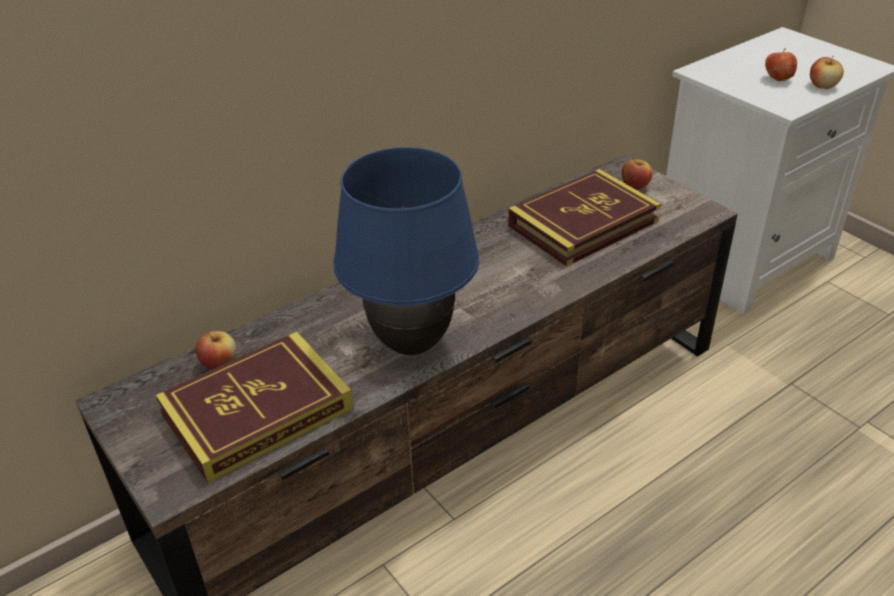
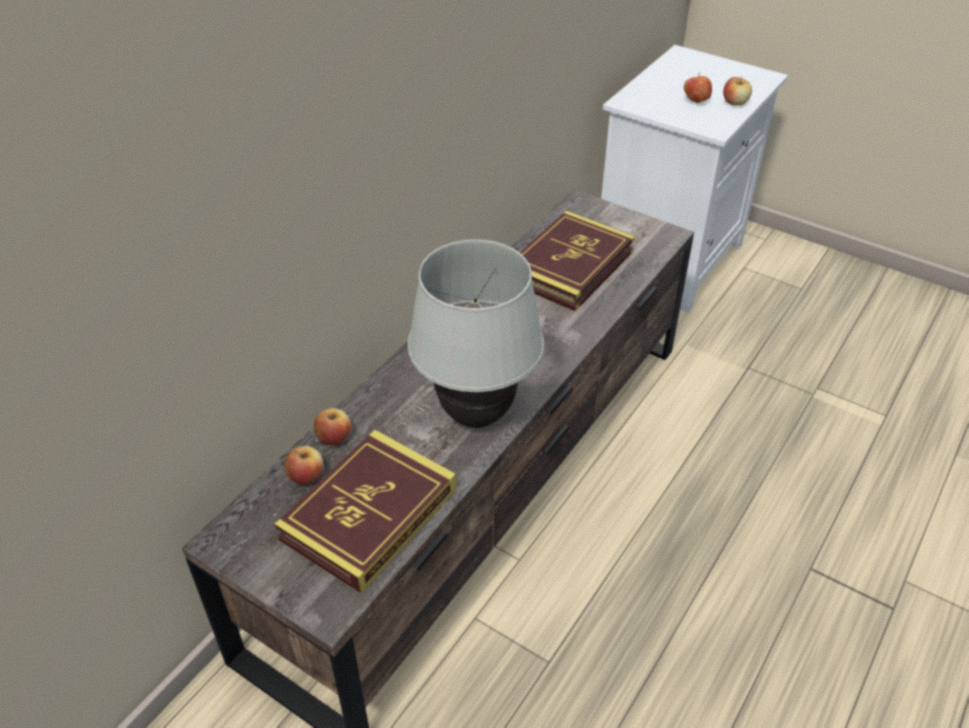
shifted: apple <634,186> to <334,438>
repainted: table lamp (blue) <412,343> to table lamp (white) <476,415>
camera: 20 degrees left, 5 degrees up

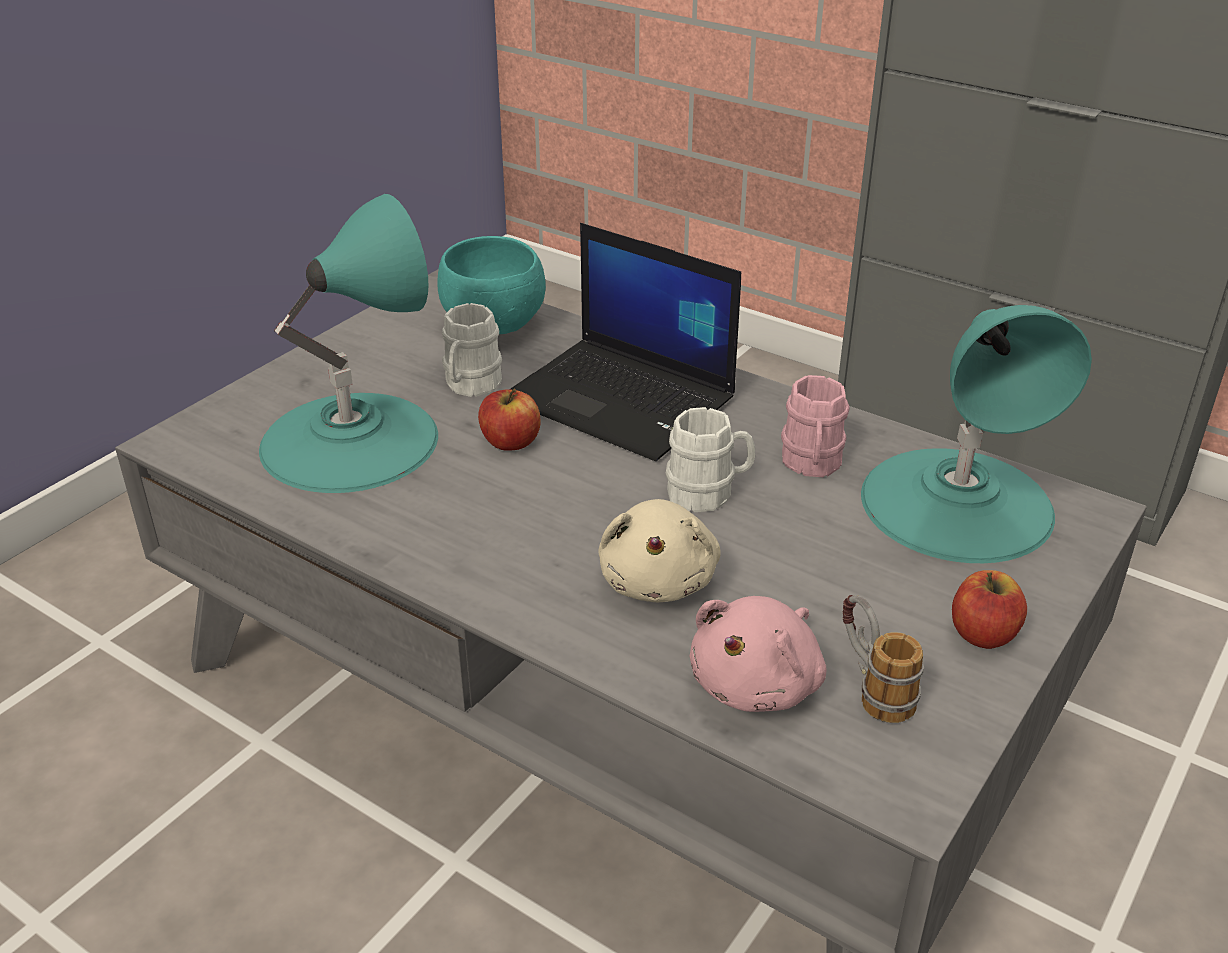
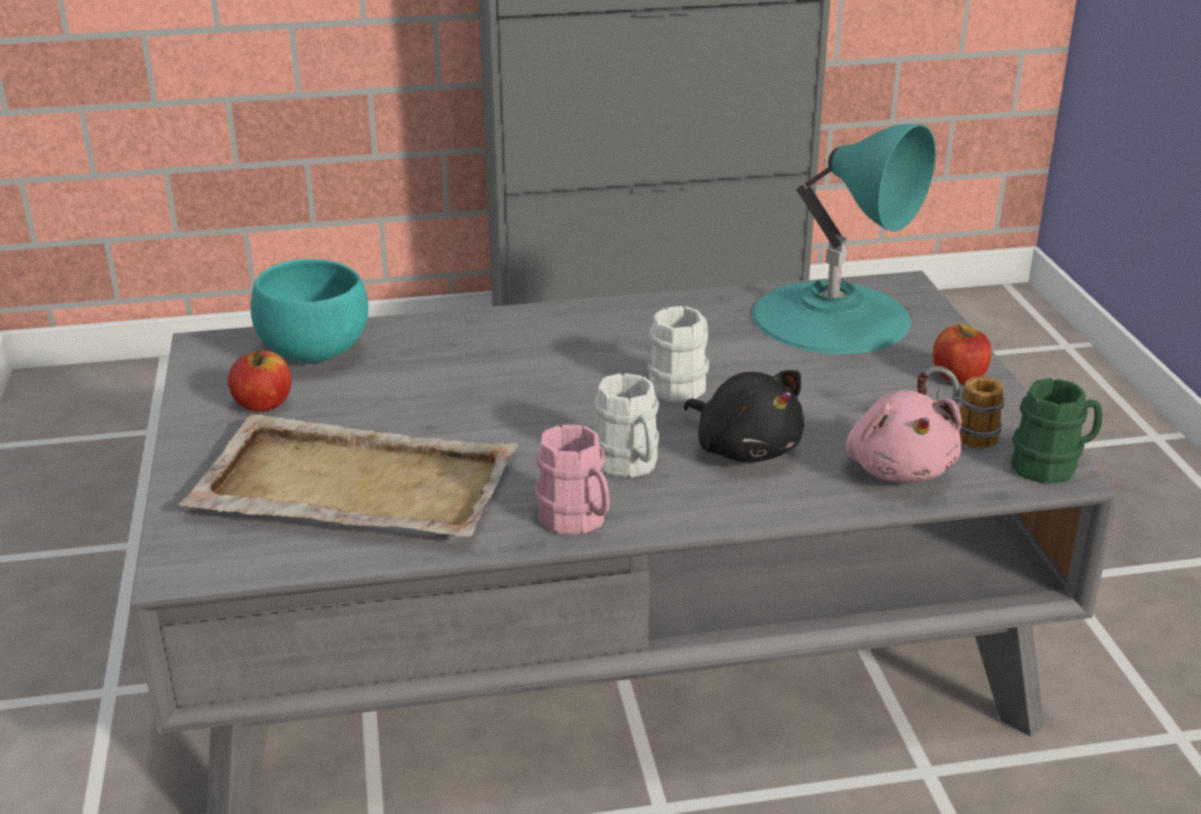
gone: laptop <623,399>
new: mug (green) <1053,465>
shifted: mug (white) <470,386> to <630,465>; apple <510,442> to <263,404>; mug (pink) <811,465> to <577,520>
swapped: table lamp (turquoise) <349,440> to tray (beige) <352,485>
repainted: plush toy (beige) <658,580> to plush toy (black) <745,448>
camera: 45 degrees left, 5 degrees down

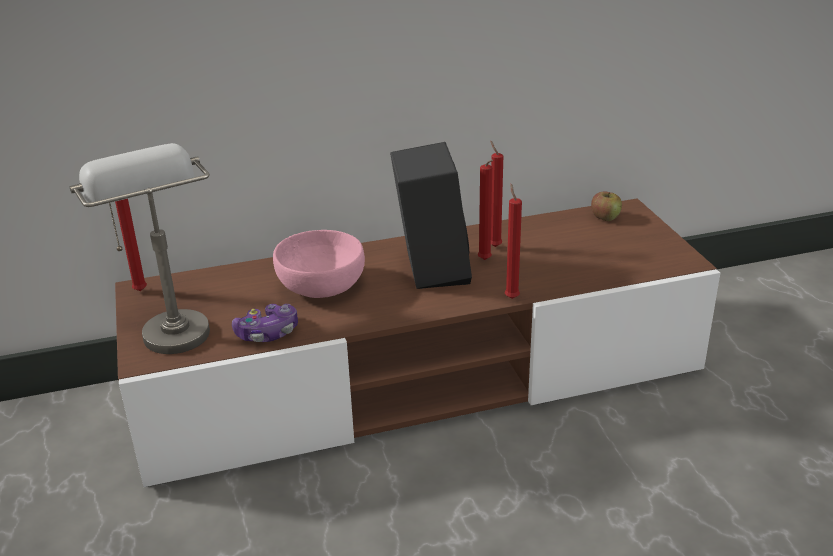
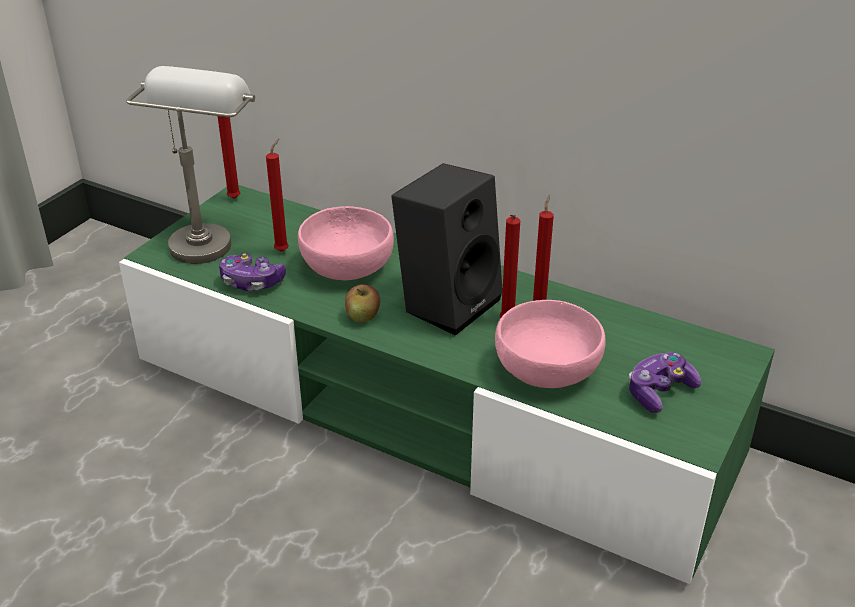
new: bowl (pink) <548,369>; game controller <659,391>
shifted: candle (red) <511,297> to <283,250>; apple <605,217> to <363,316>
repainted: tv stand (brown) <419,379> to tv stand (green) <427,408>
camera: 45 degrees right, 5 degrees up

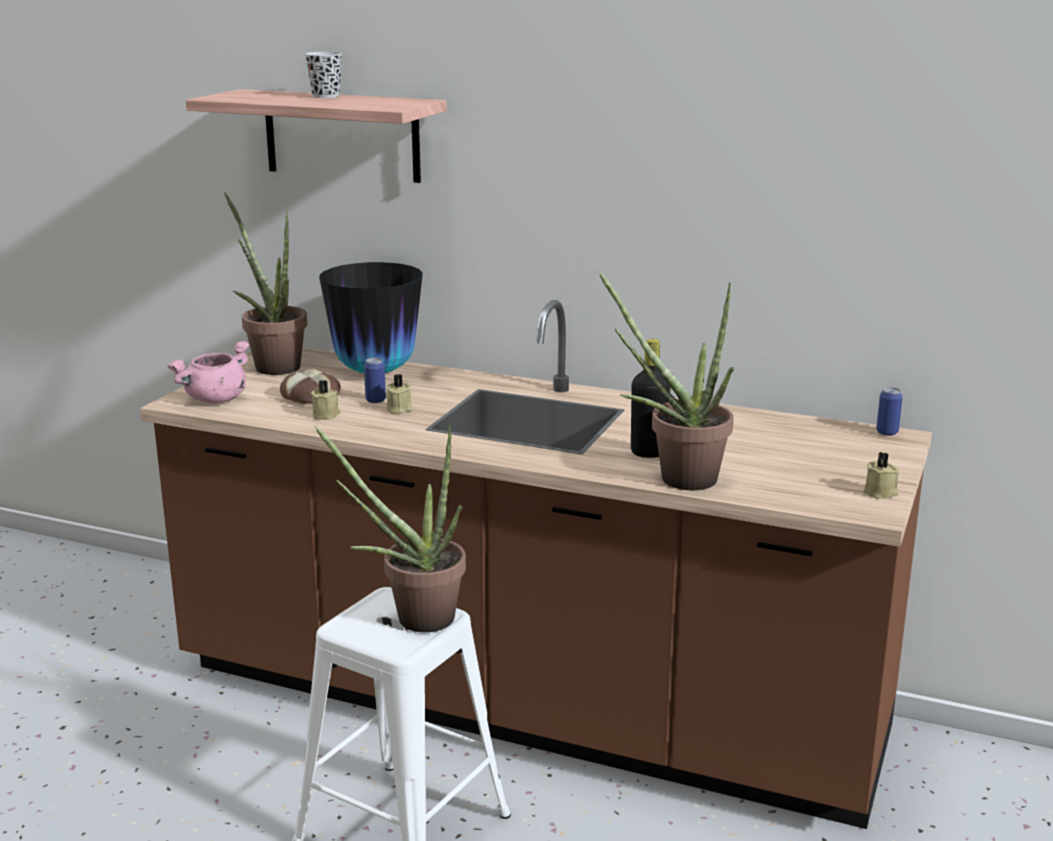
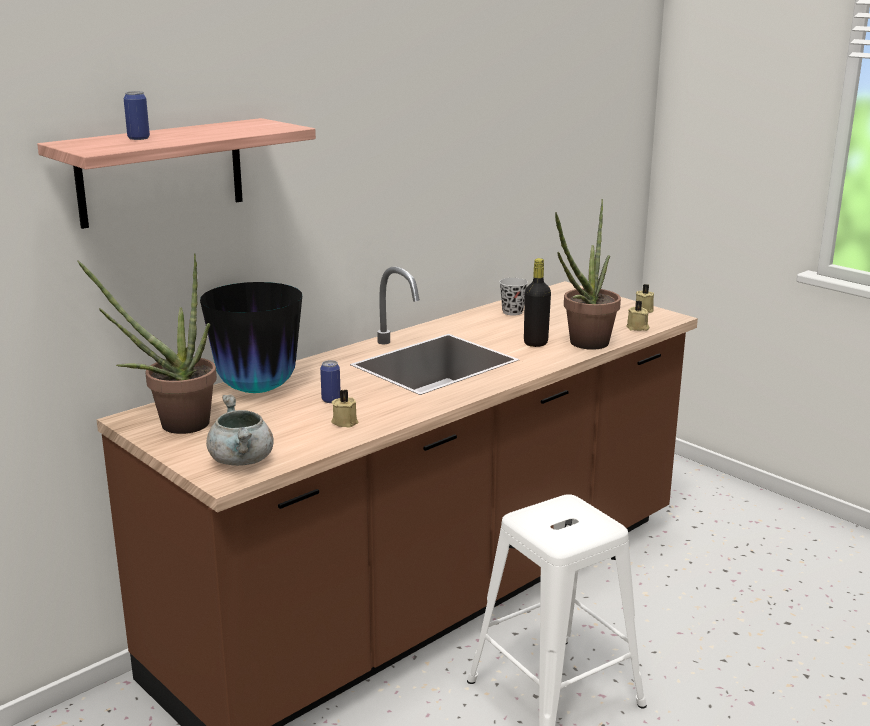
gone: bread <311,396>; potted plant <413,618>
shifted: cup (black) <325,96> to <512,312>; candle (beige) <398,409> to <637,328>; can <887,432> to <138,138>
repainted: cooking pot (pink) <215,400> to cooking pot (grey) <242,461>
camera: 65 degrees left, 0 degrees up

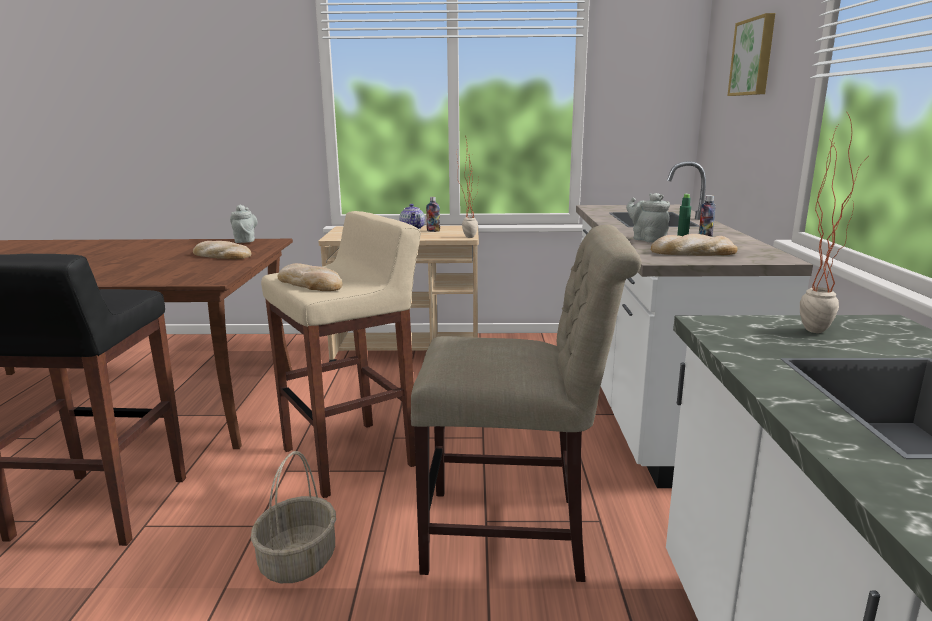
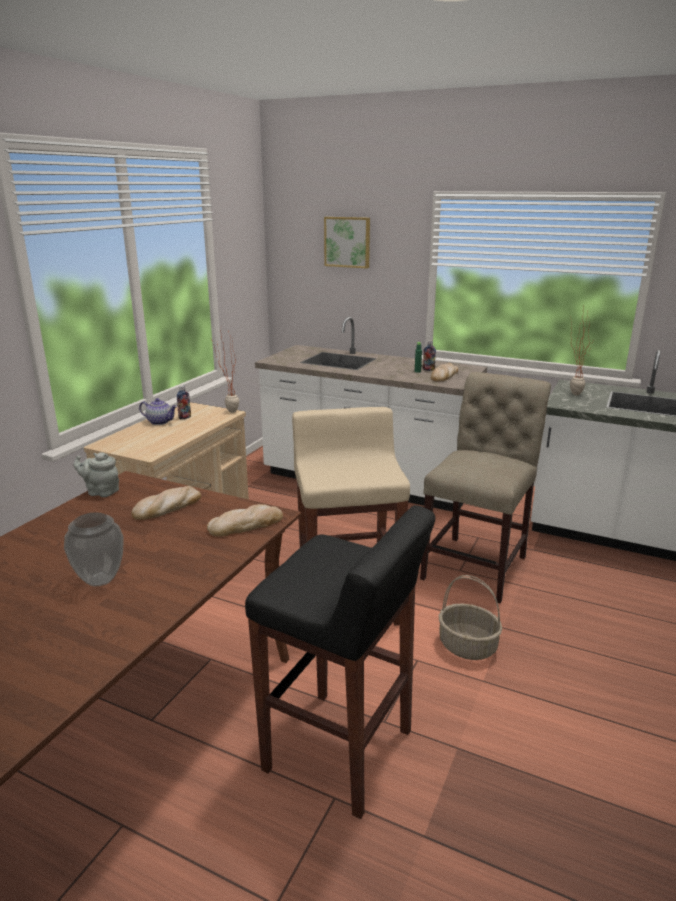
gone: teapot (grey) <646,239>
new: vase <100,579>
shifted: bread <311,283> to <245,524>
camera: 65 degrees left, 5 degrees up

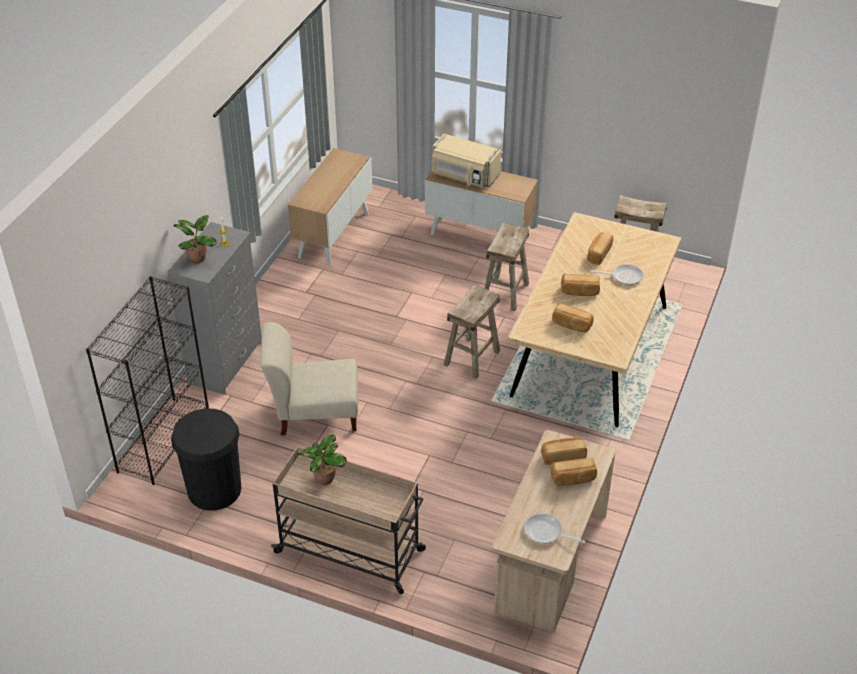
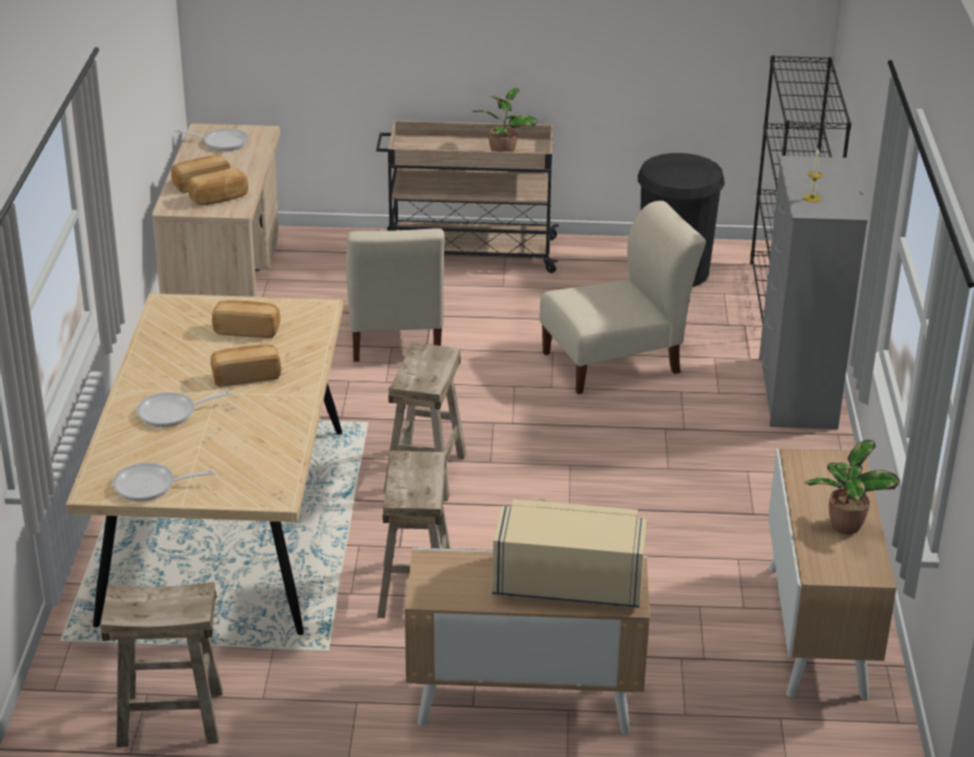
gone: bread <598,254>
new: frying pan <150,486>; chair (beige) <393,335>
shifted: potted plant <198,257> to <844,527>
camera: 160 degrees right, 10 degrees down

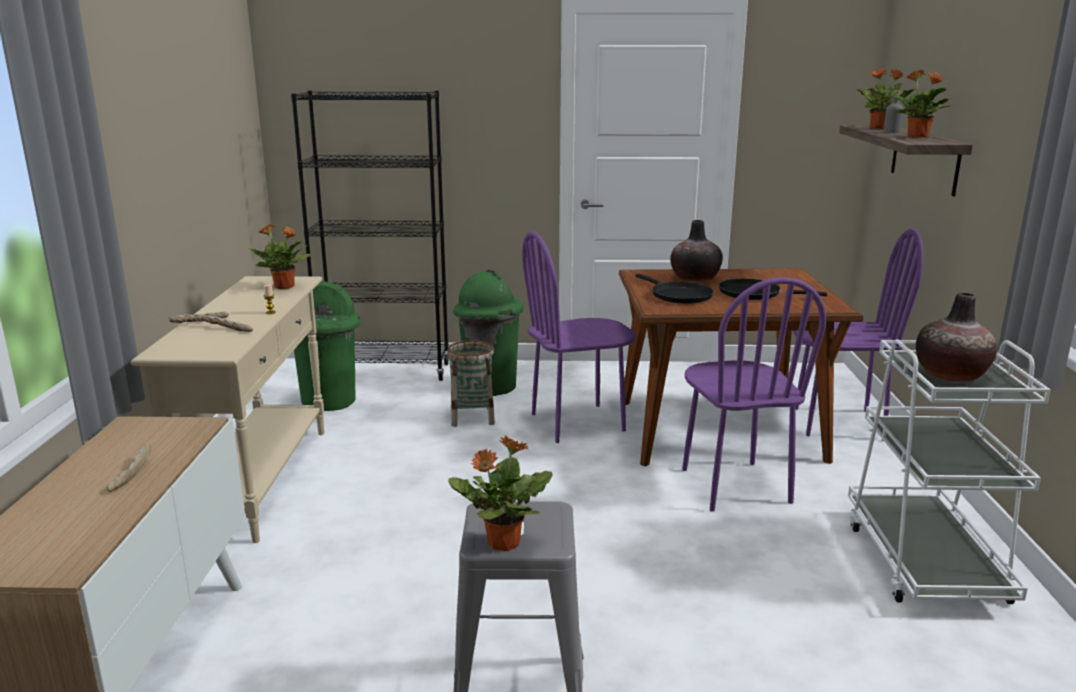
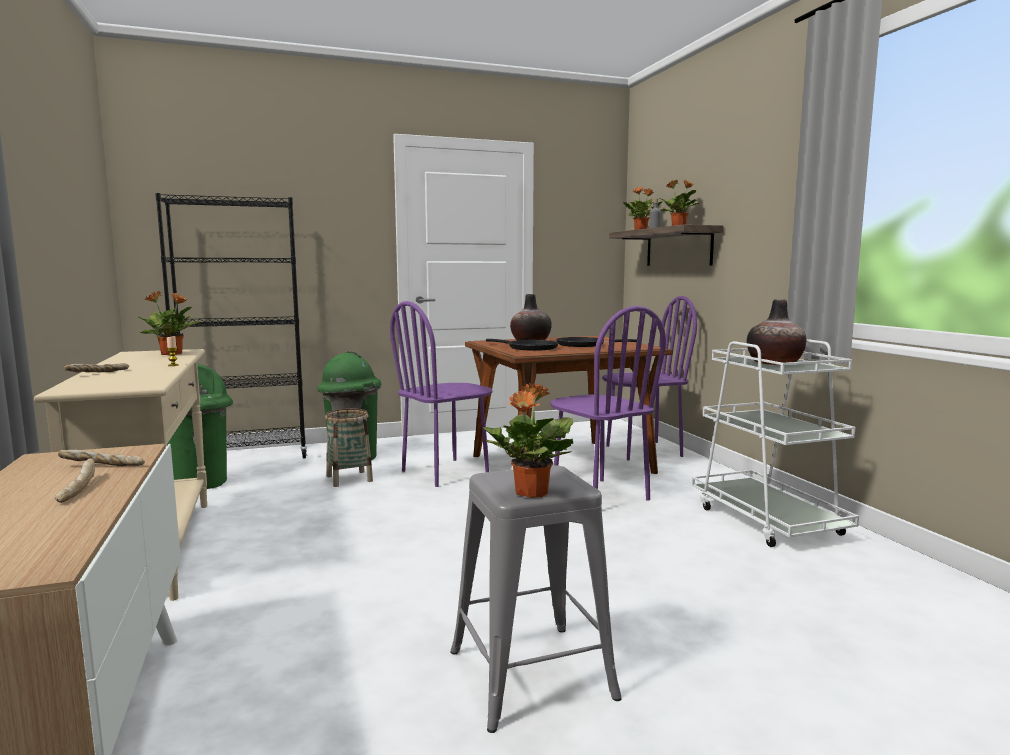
shifted: bread <227,329> to <102,466>
camera: 20 degrees left, 10 degrees down

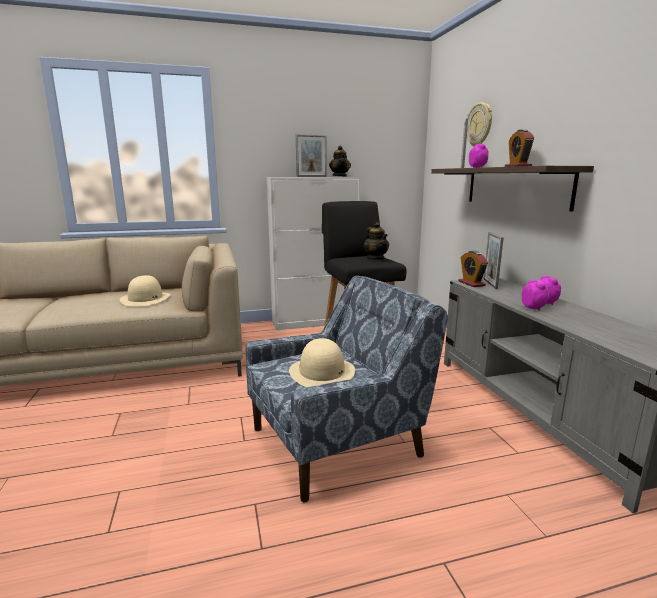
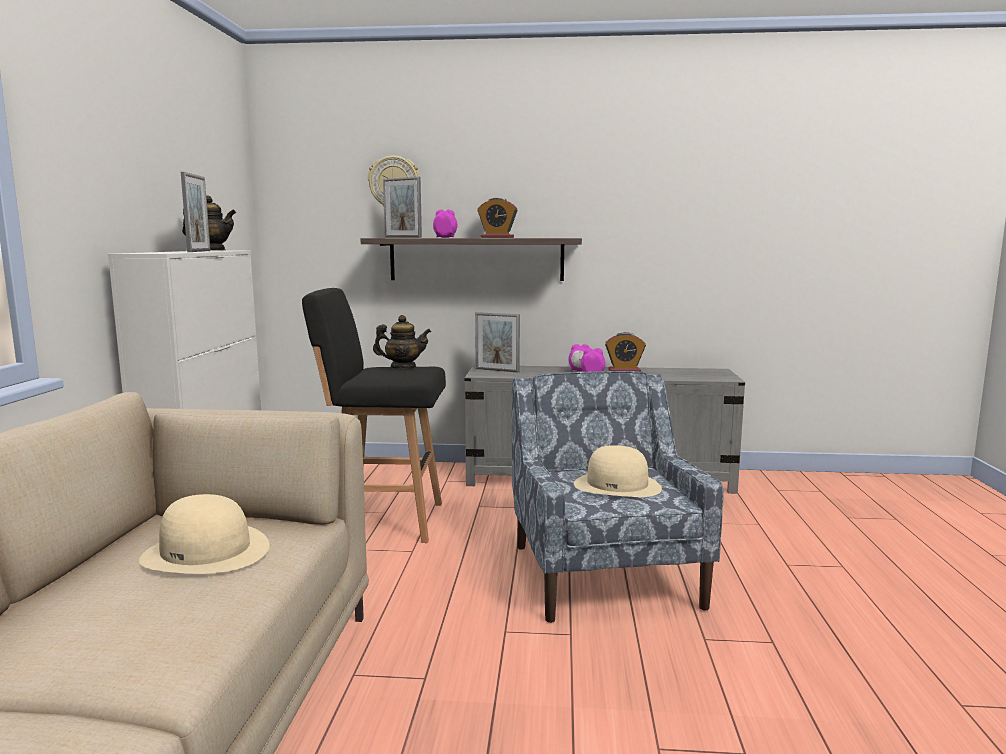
shifted: alarm clock <471,283> to <624,371>
camera: 70 degrees left, 5 degrees down

